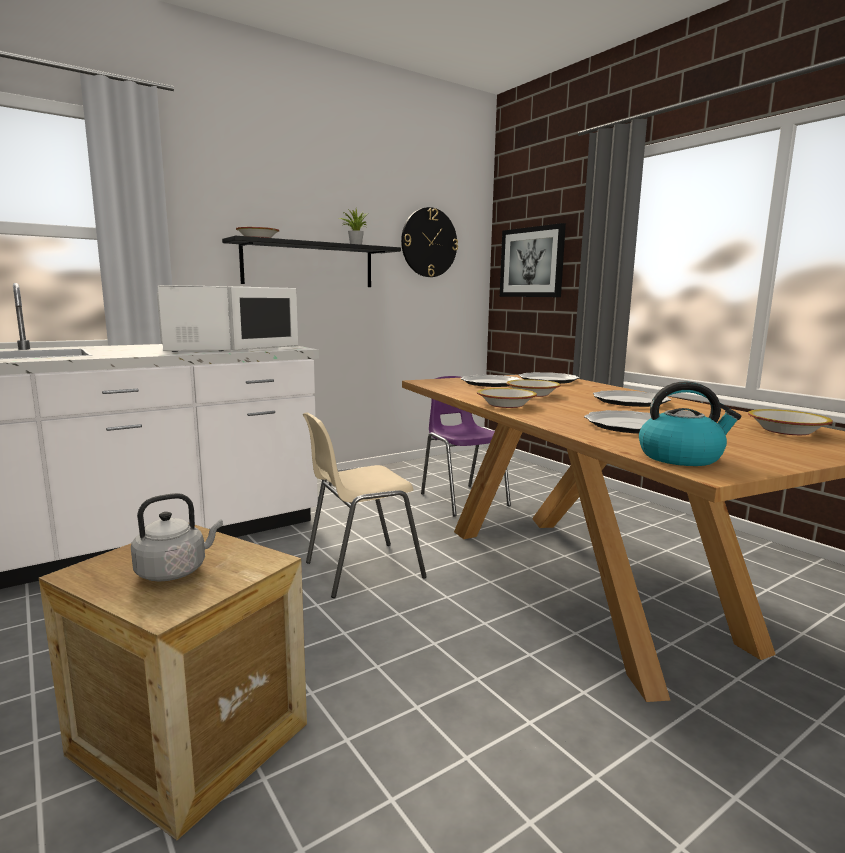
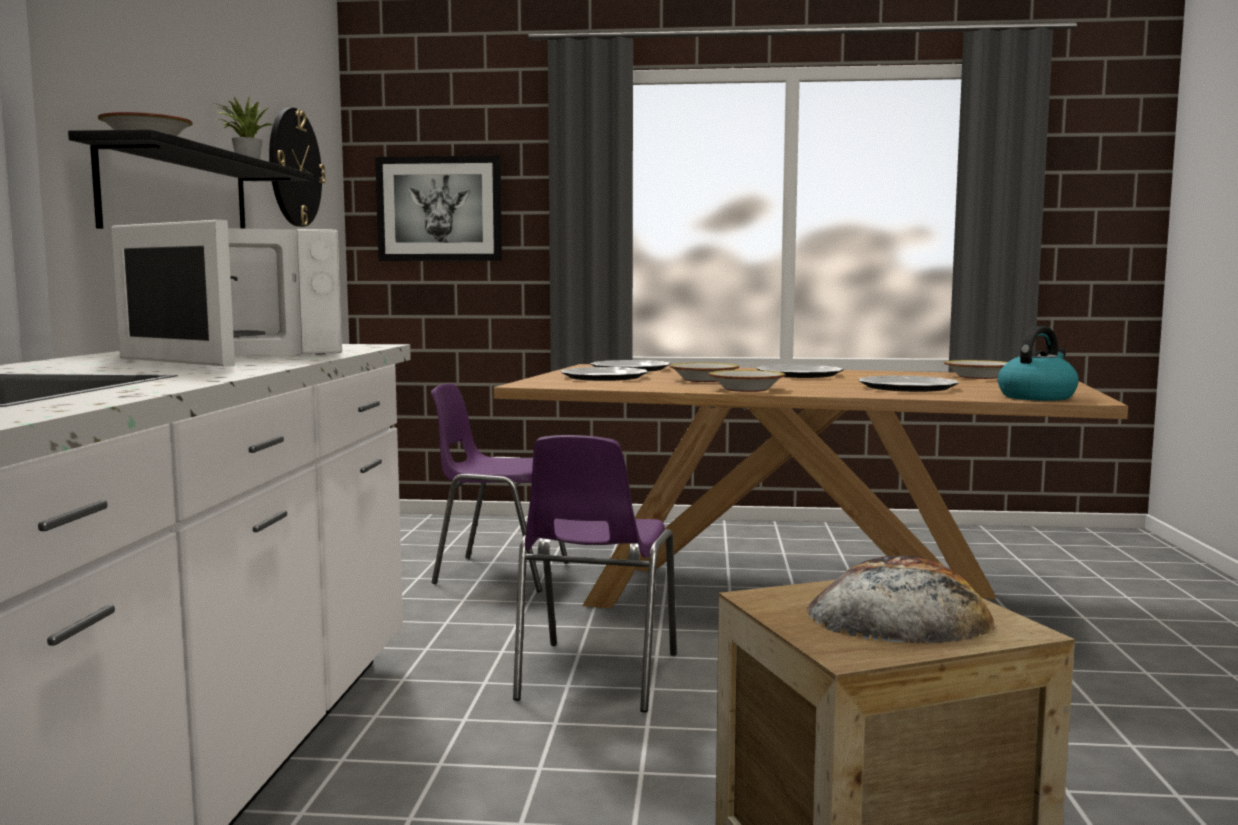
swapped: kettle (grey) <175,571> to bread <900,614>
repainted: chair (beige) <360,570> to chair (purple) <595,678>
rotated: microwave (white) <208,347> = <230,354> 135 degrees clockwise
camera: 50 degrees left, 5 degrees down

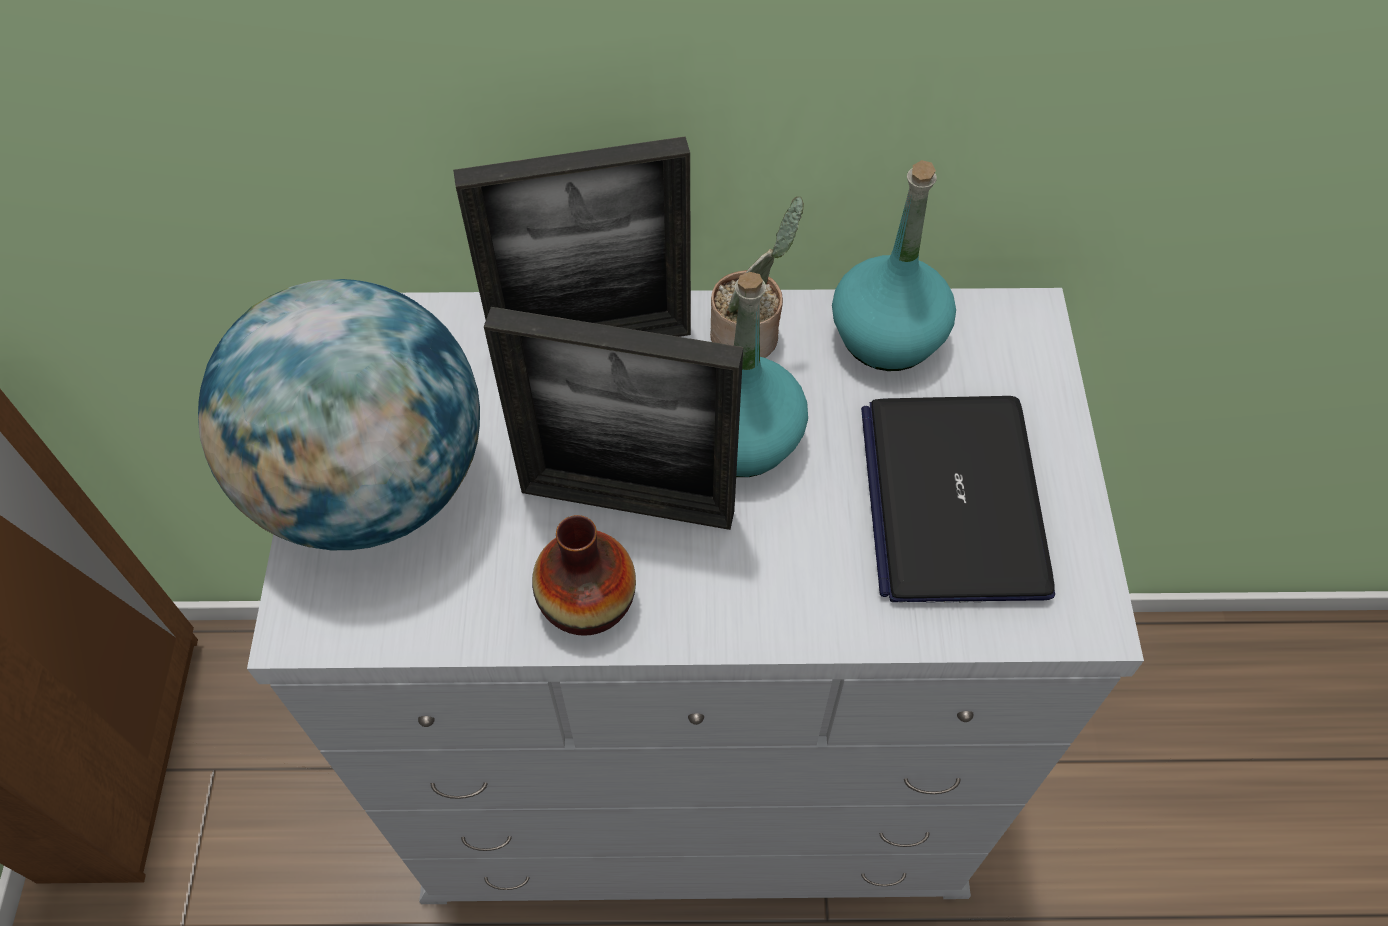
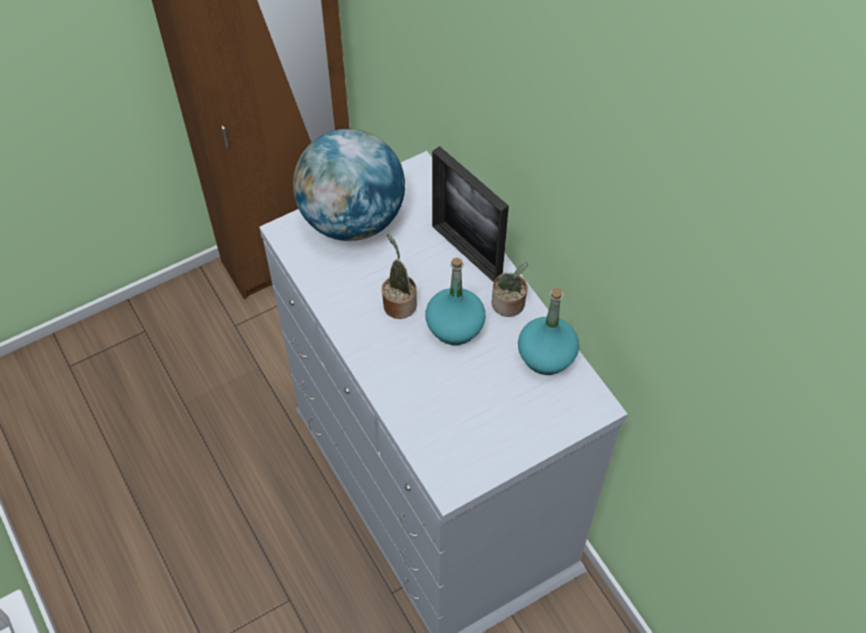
gone: vase <587,600>; laptop <952,499>
swapped: picture frame <627,502> to potted plant <399,303>
camera: 60 degrees right, 0 degrees up

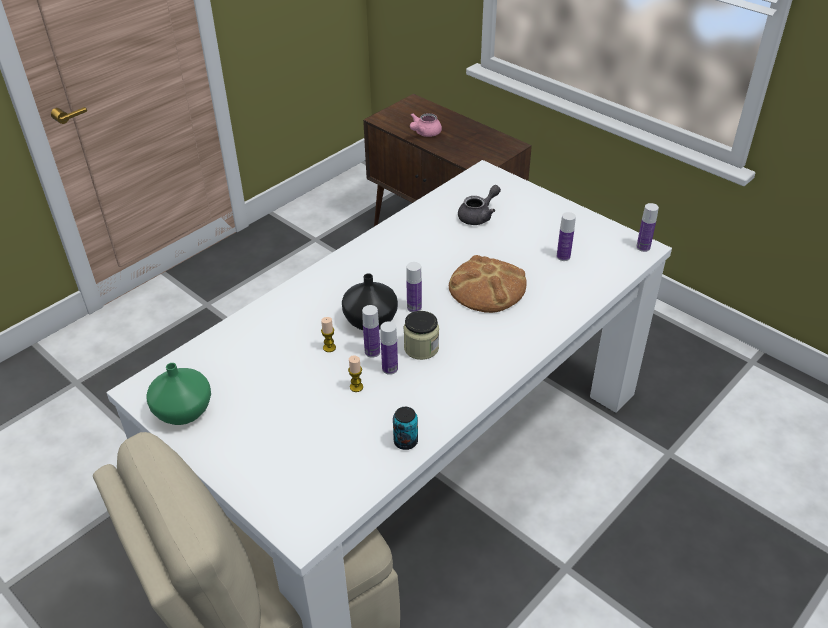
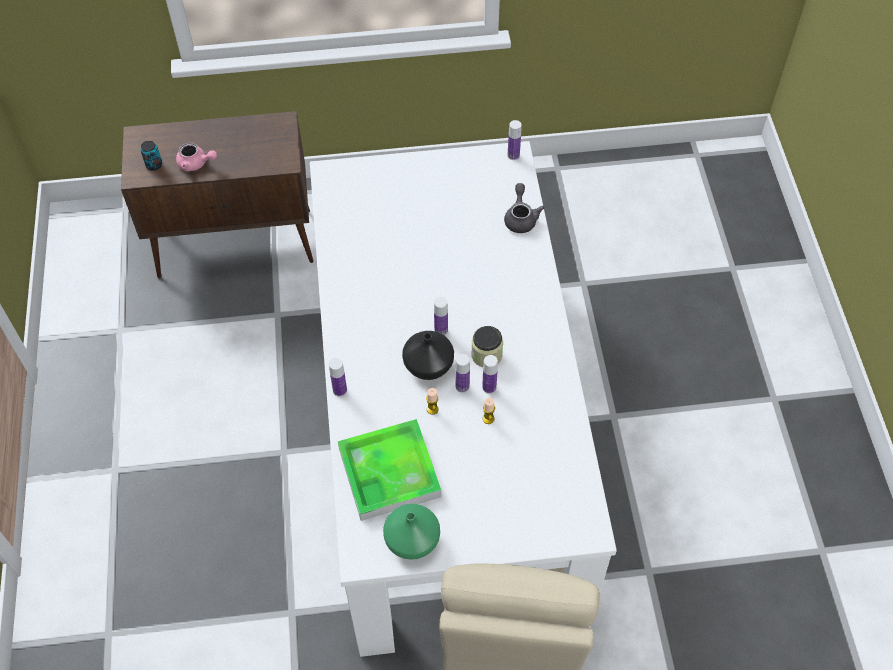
gone: bread <487,288>
new: tray <389,472>
shifted: can <405,441> to <154,165>; teapot (grey) <478,216> to <521,218>; bottle <563,256> to <340,390>
rotated: teapot (pink) <424,133> = <196,164> 60 degrees counterclockwise
camera: 50 degrees left, 15 degrees up

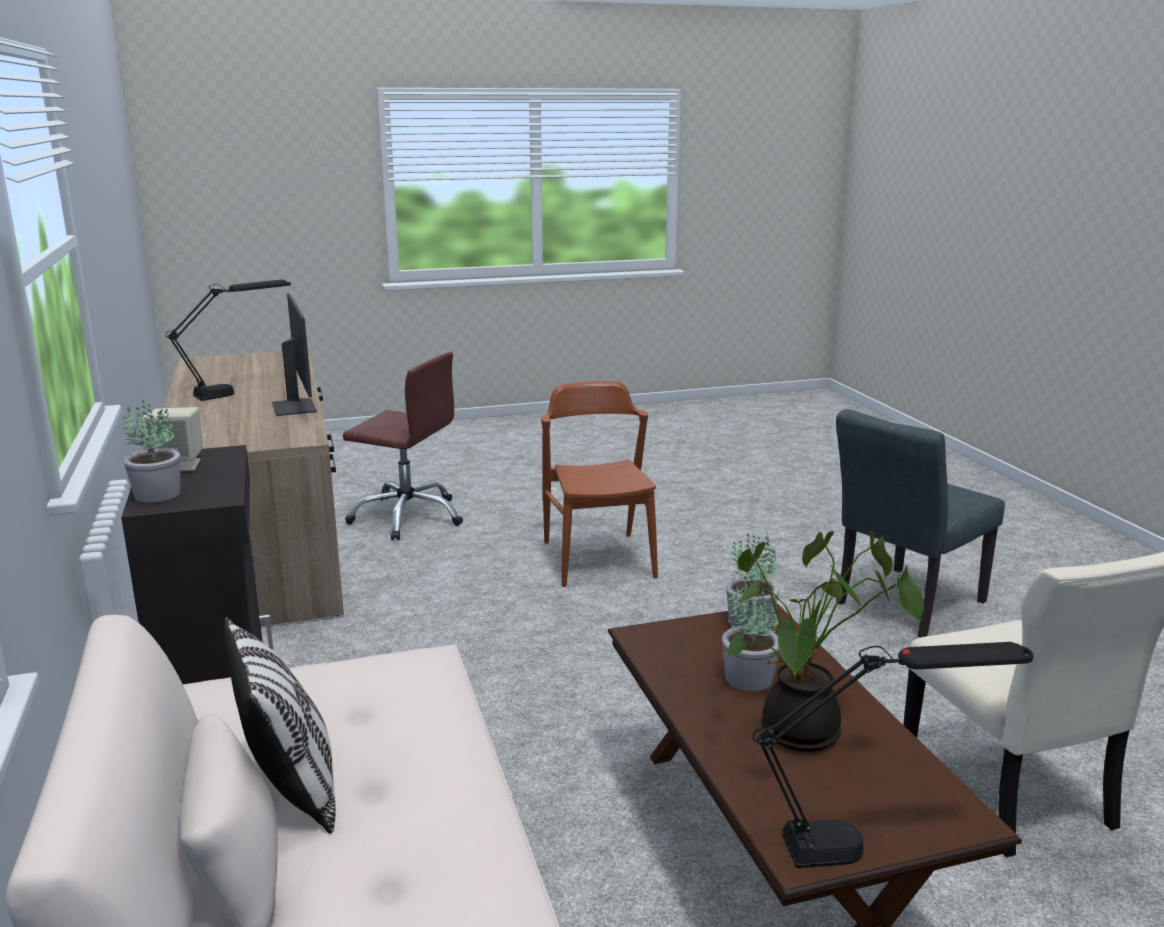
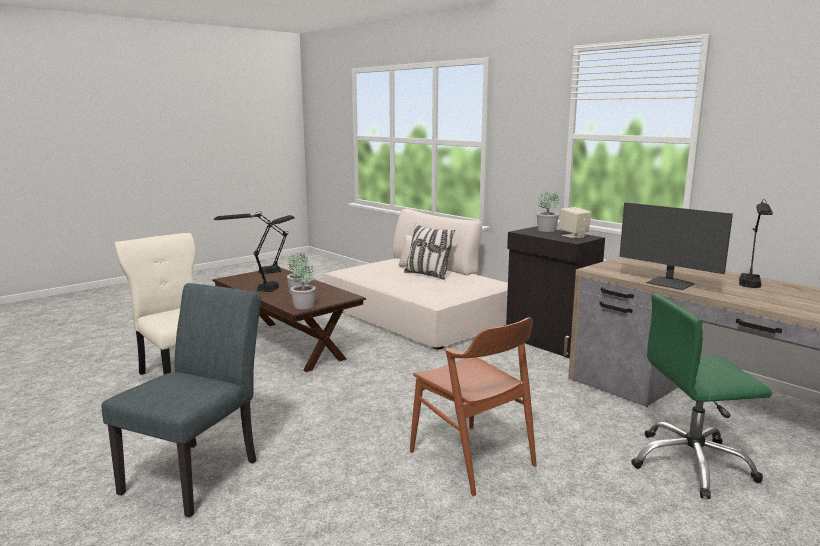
swapped: potted plant <801,736> to table lamp (black) <277,284>
repainted: office chair (brown) <408,516> to office chair (green) <691,464>
camera: 155 degrees right, 5 degrees down

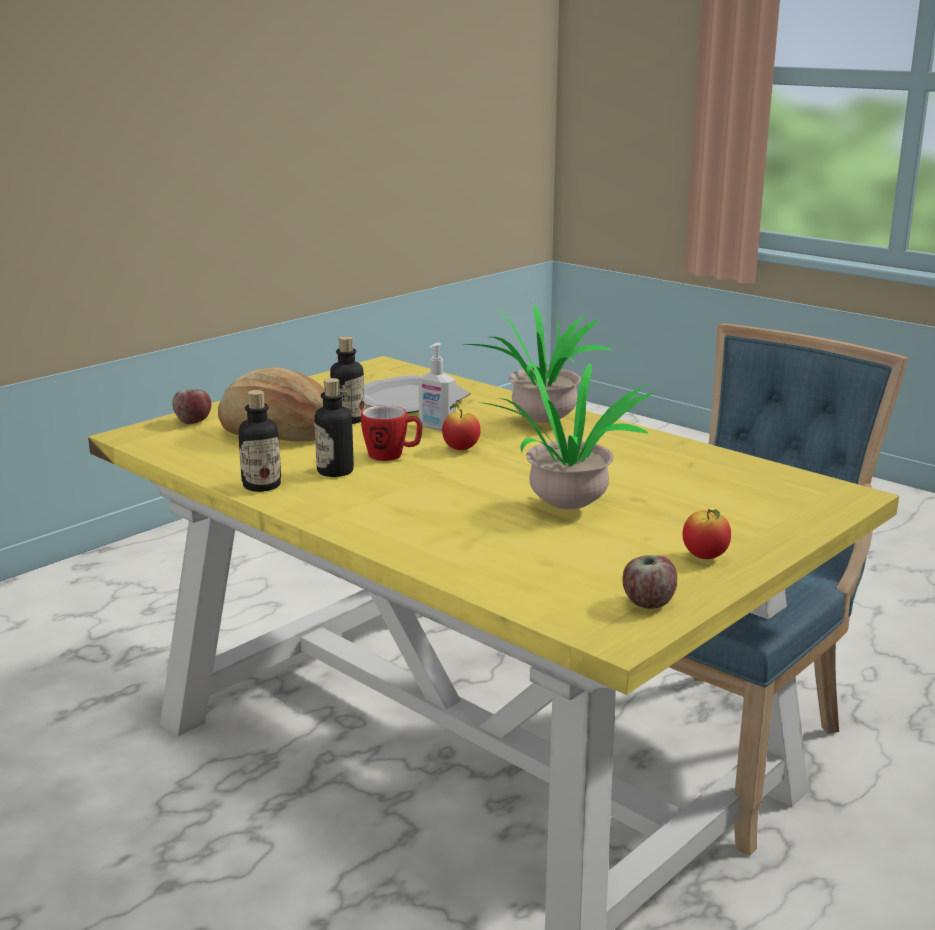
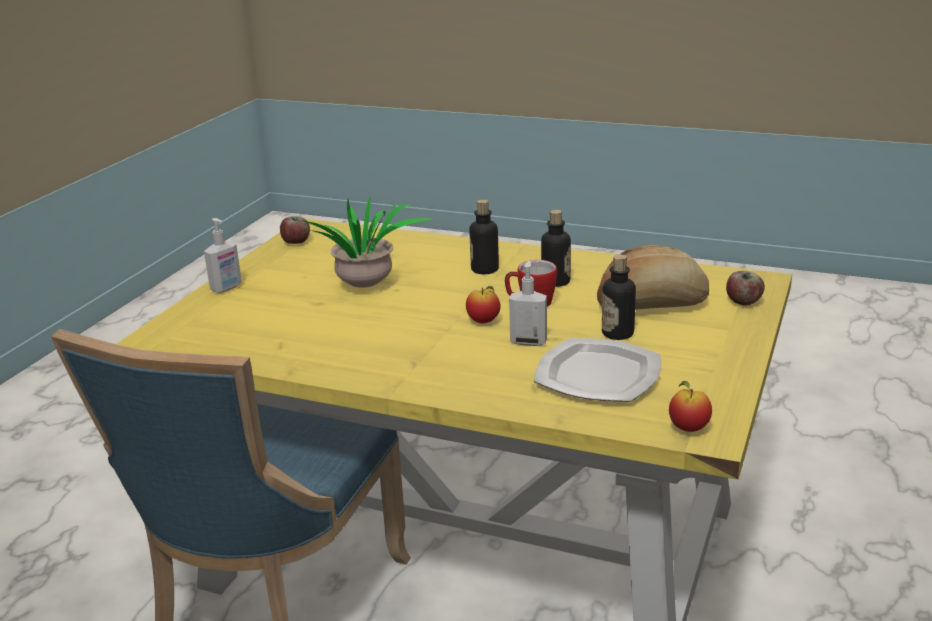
gone: potted plant <541,421>
new: soap dispenser <227,288>
shifted: bottle <262,486> to <484,269>; apple <705,557> to <688,428>
camera: 160 degrees right, 5 degrees up

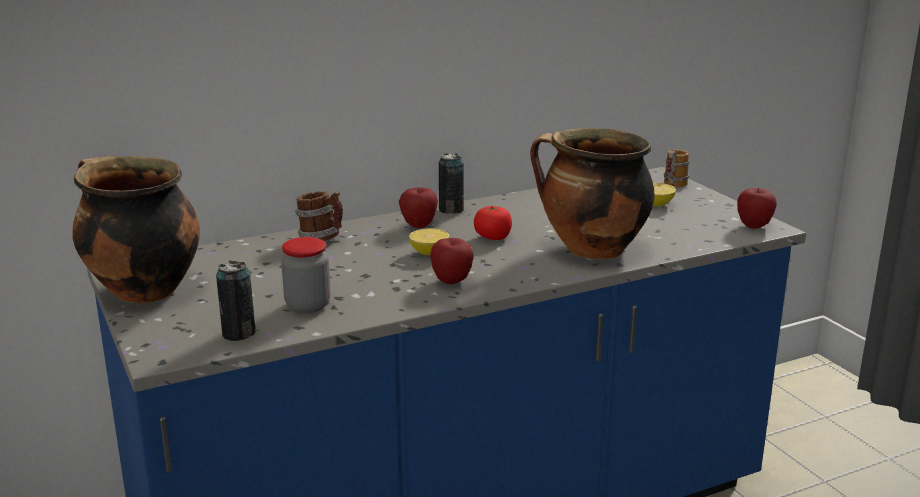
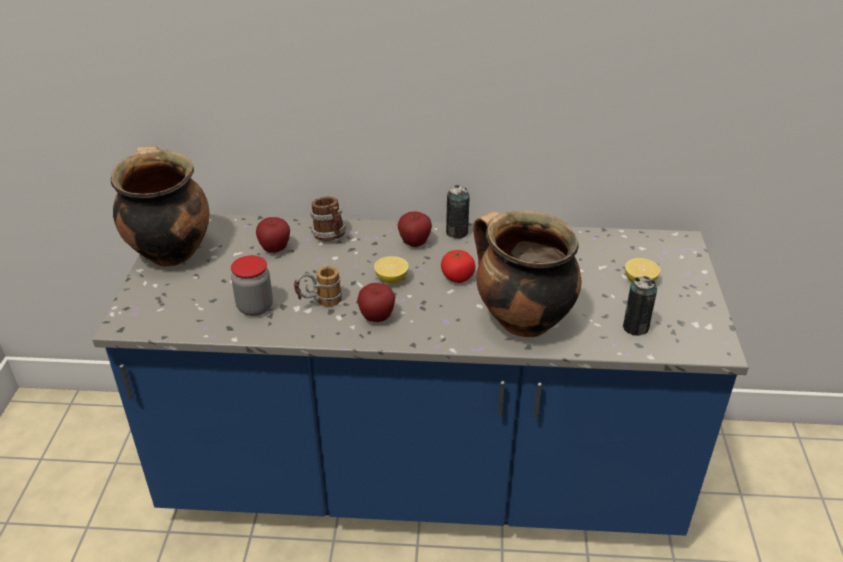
shifted: can <238,333> to <635,327>; mug <672,187> to <319,303>; apple <754,226> to <275,249>
camera: 30 degrees right, 15 degrees up

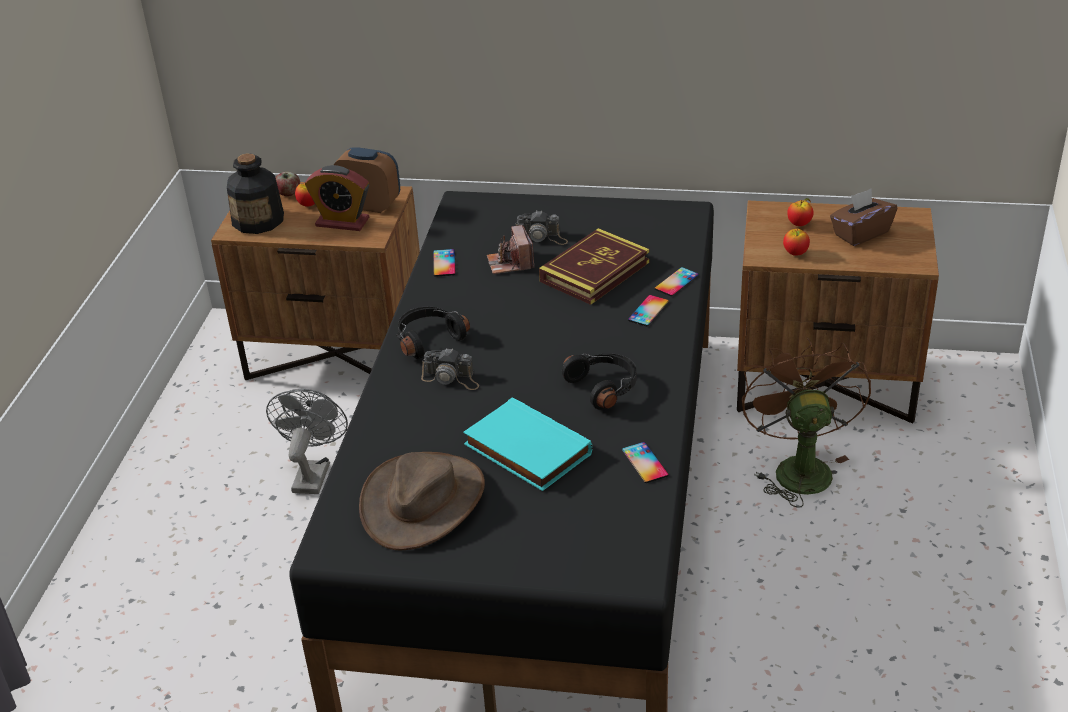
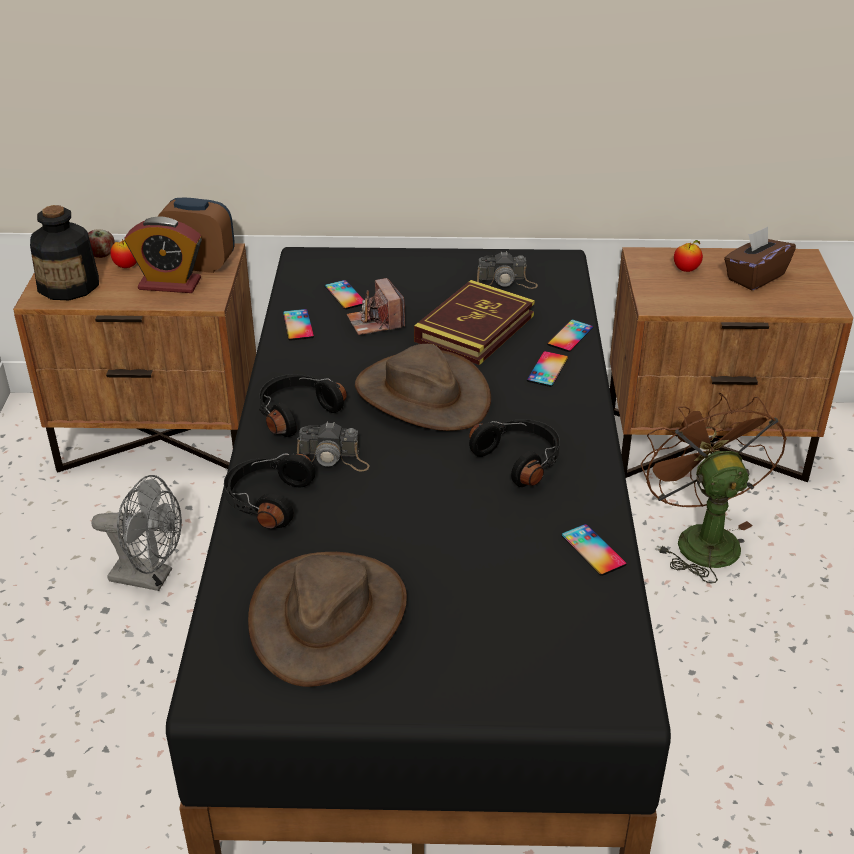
gone: book (turquoise) <525,450>; apple <795,253>
new: headphones (black) <267,500>; phone <345,295>; hat (brown) <422,395>
shifted: photo camera <541,237> to <506,281>
rotated: fan (grey) <312,473> = <150,577> 105 degrees clockwise
camera: 10 degrees left, 0 degrees up

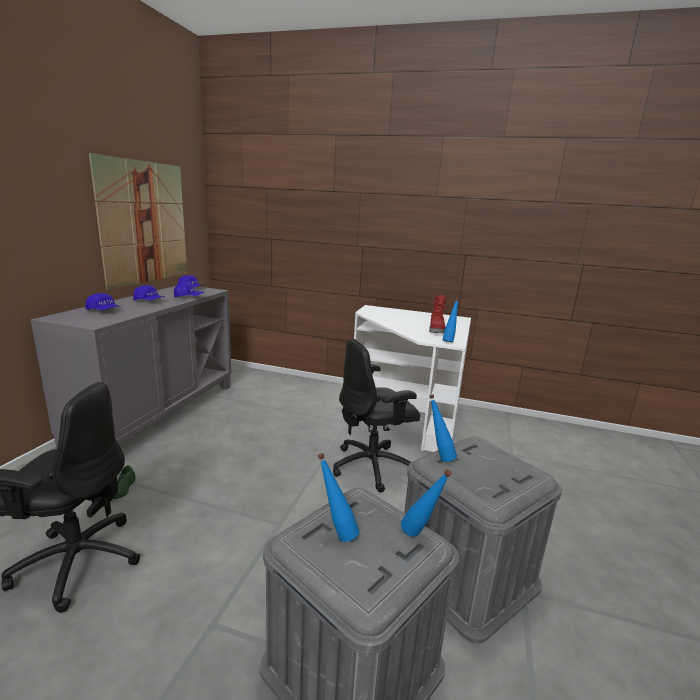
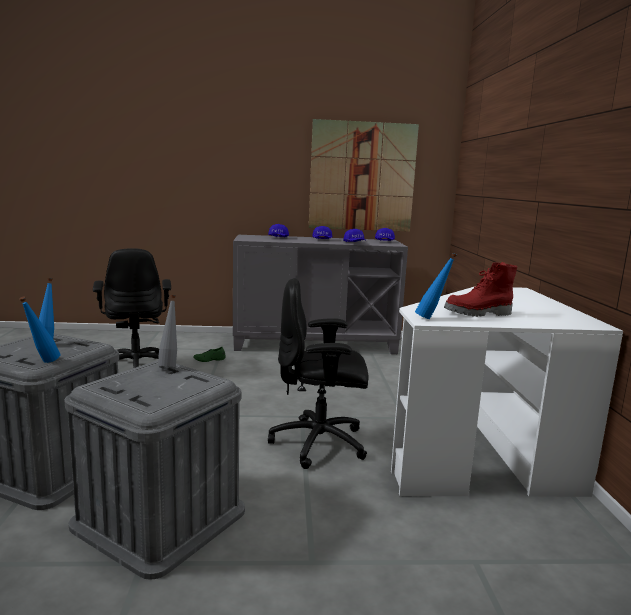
repainted: bottle (blue) <438,457> to bottle (grey) <169,366>
rotated: office chair (black) <372,466> = <320,443> 45 degrees counterclockwise
camera: 70 degrees right, 5 degrees down

